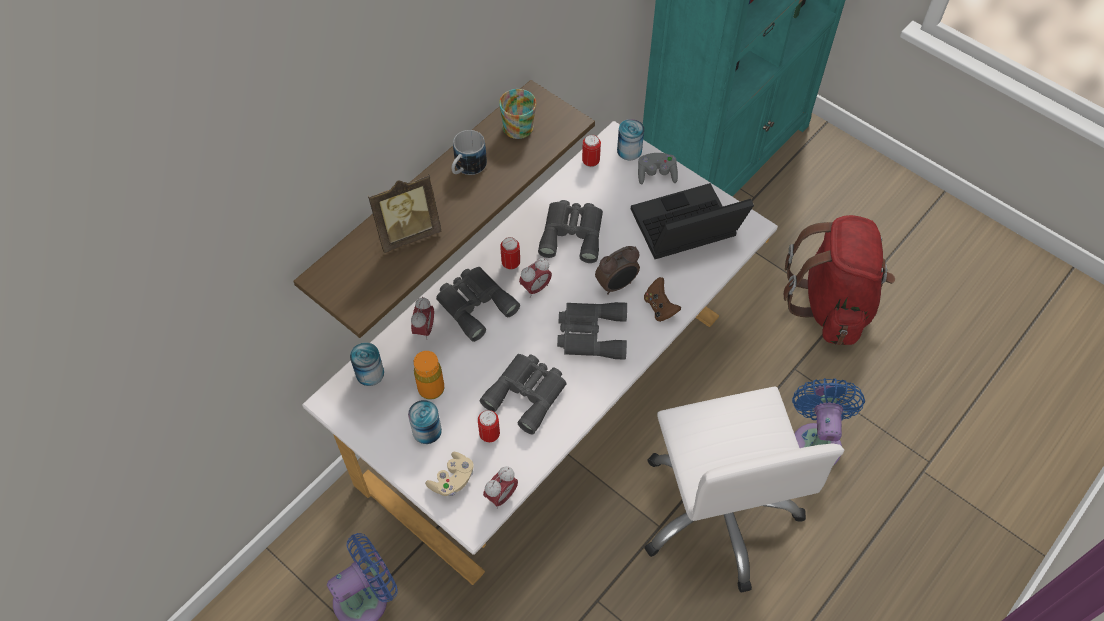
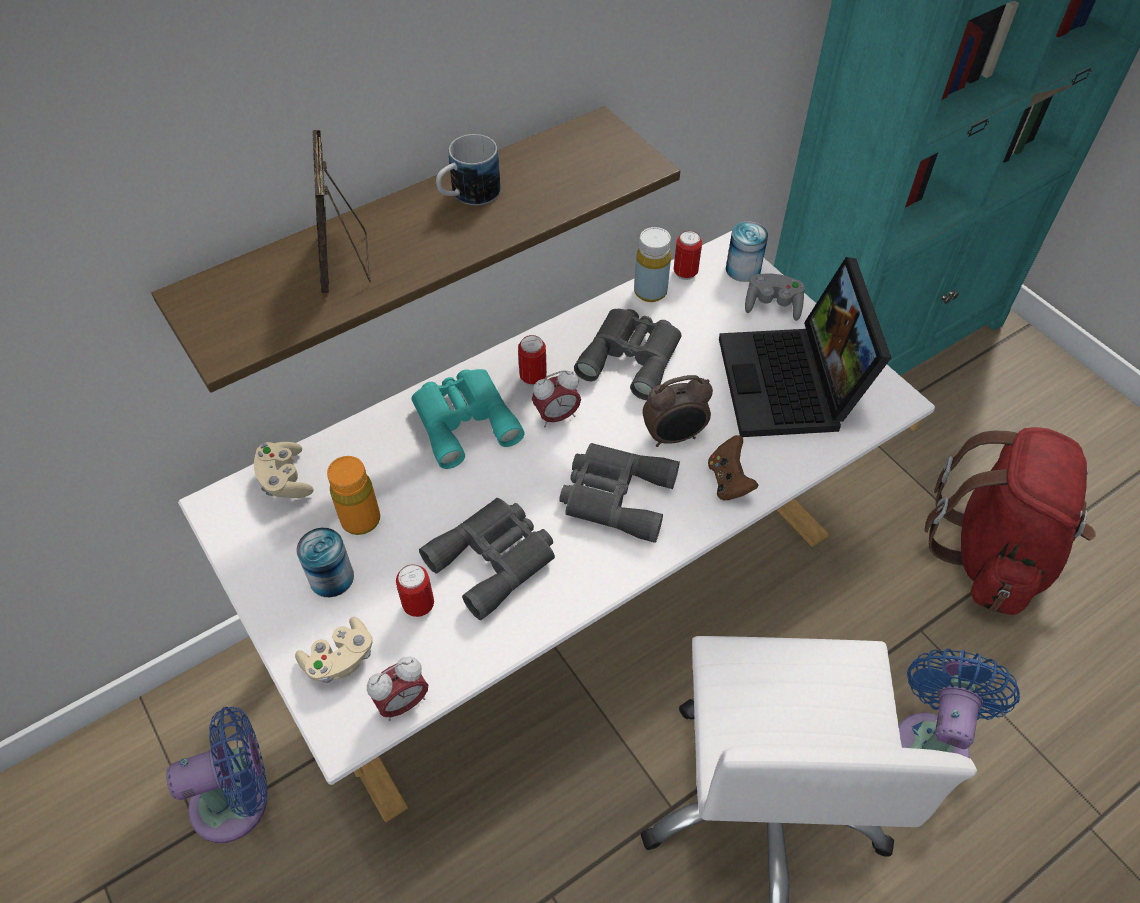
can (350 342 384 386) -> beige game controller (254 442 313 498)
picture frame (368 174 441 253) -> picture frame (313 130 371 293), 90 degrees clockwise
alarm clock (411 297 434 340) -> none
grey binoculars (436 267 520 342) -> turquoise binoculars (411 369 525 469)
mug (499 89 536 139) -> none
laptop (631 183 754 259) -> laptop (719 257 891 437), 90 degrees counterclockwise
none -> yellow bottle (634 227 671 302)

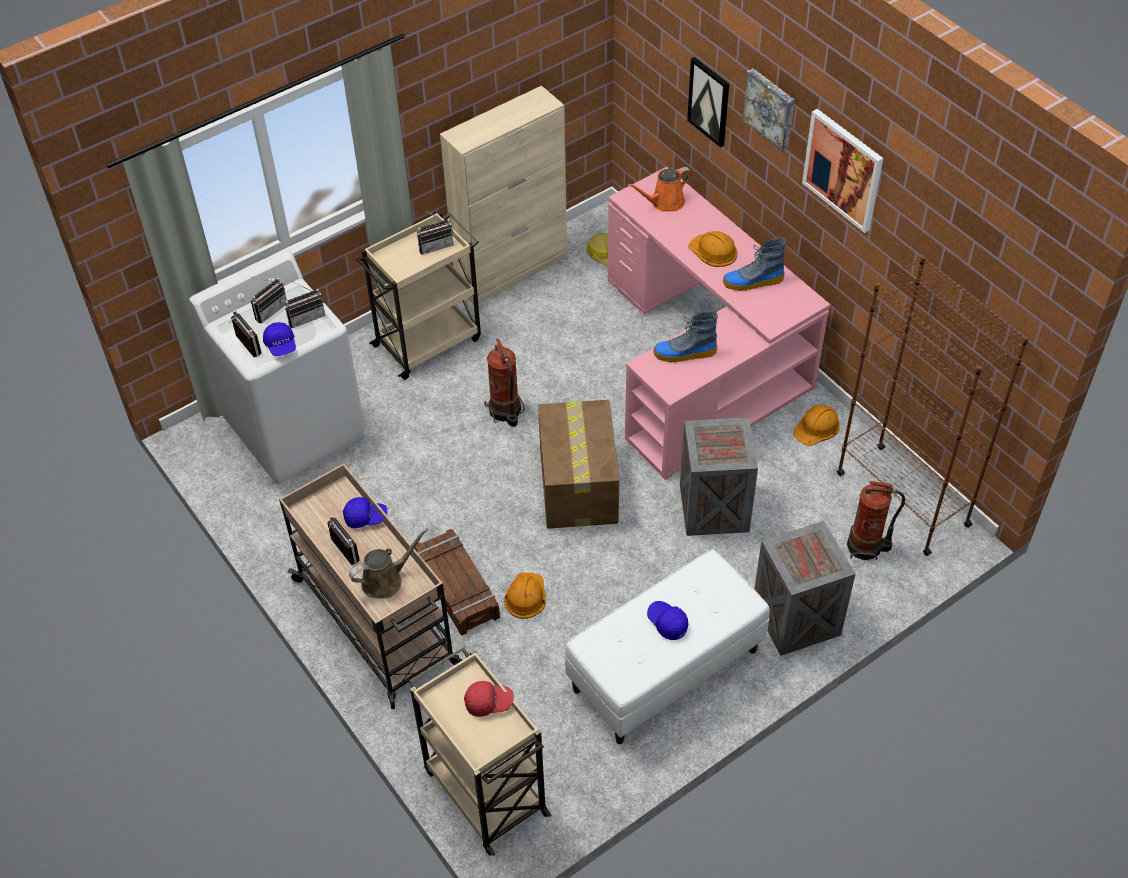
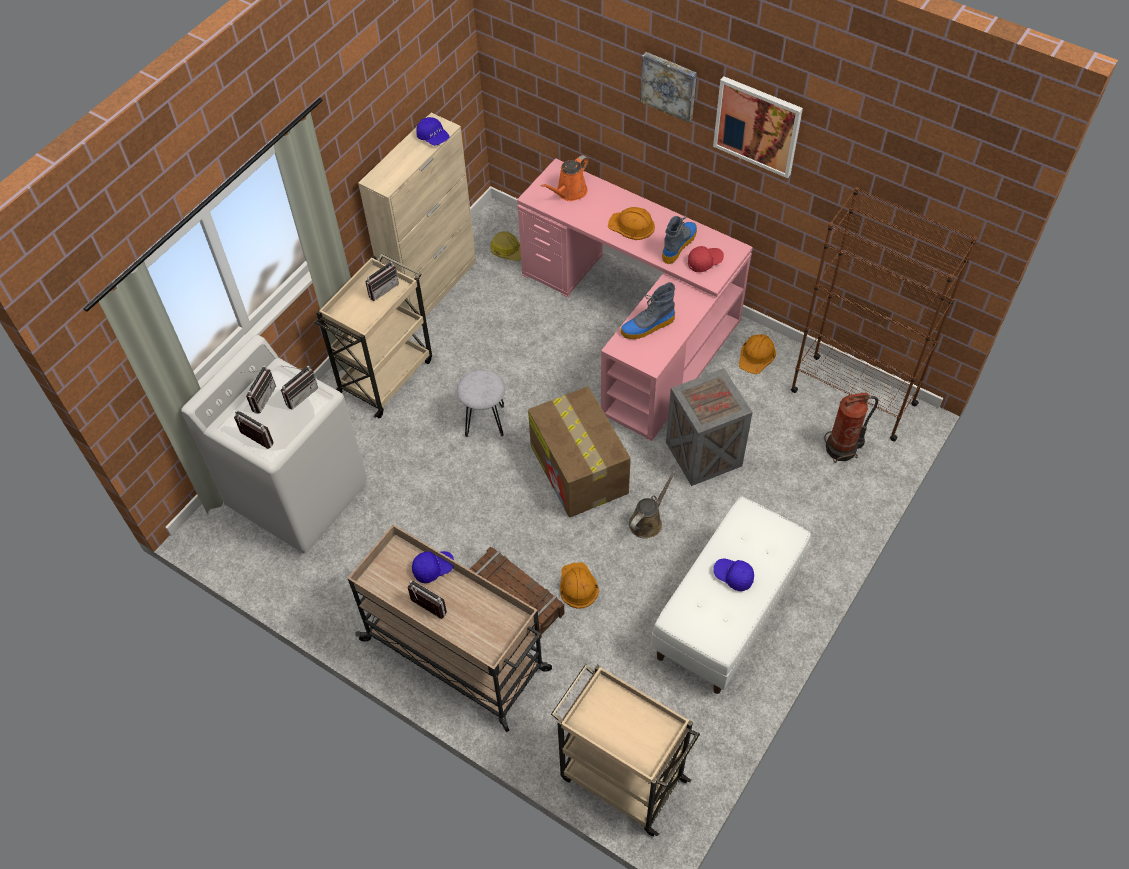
blue cap (263 322 296 356) -> blue cap (416 117 450 146), move
brown watering can (349 528 429 599) -> brown watering can (629 470 676 539), move
red cap (464 681 514 717) -> red cap (688 246 724 272), move
fire extinguisher (484 338 525 427) -> grey stool (457 370 505 437)
picture (687 57 729 148) -> none
boot (723 237 786 291) -> boot (662 216 697 264), 150 degrees clockwise
crate (754 521 855 656) -> none

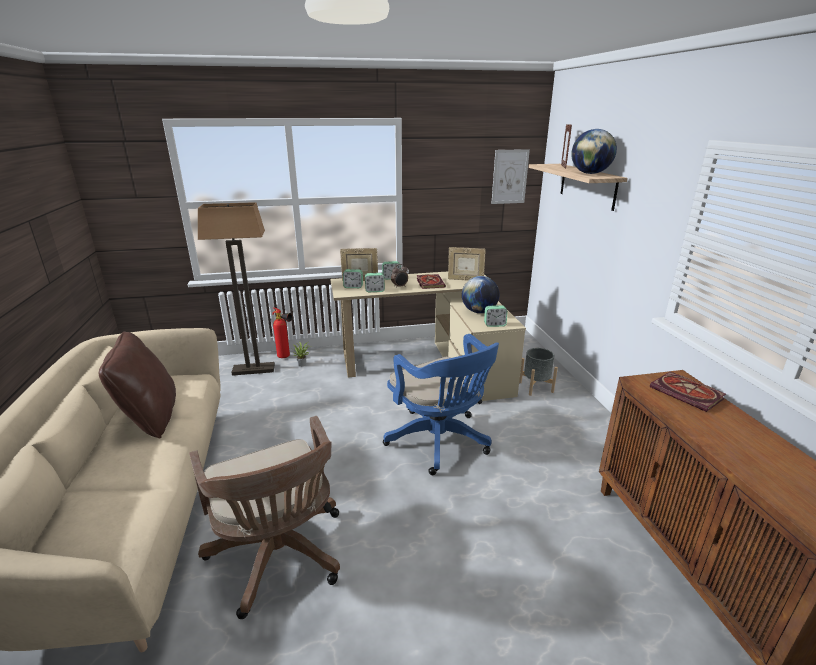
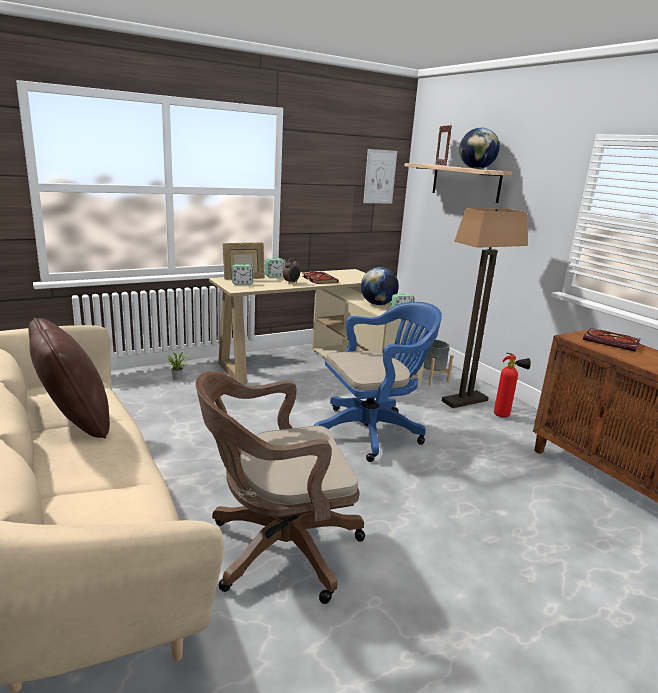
brown office chair (189 416 340 619) -> brown office chair (196 371 365 604), 120 degrees clockwise
floor lamp (198 202 275 376) -> floor lamp (442 208 528 408), move
fire extinguisher (272 308 292 358) -> fire extinguisher (494 353 531 417), move
alarm clock (365 273 385 292) -> none
blue office chair (383 334 499 475) -> blue office chair (314 302 442 462), 60 degrees counterclockwise
picture frame (448 247 486 281) -> none

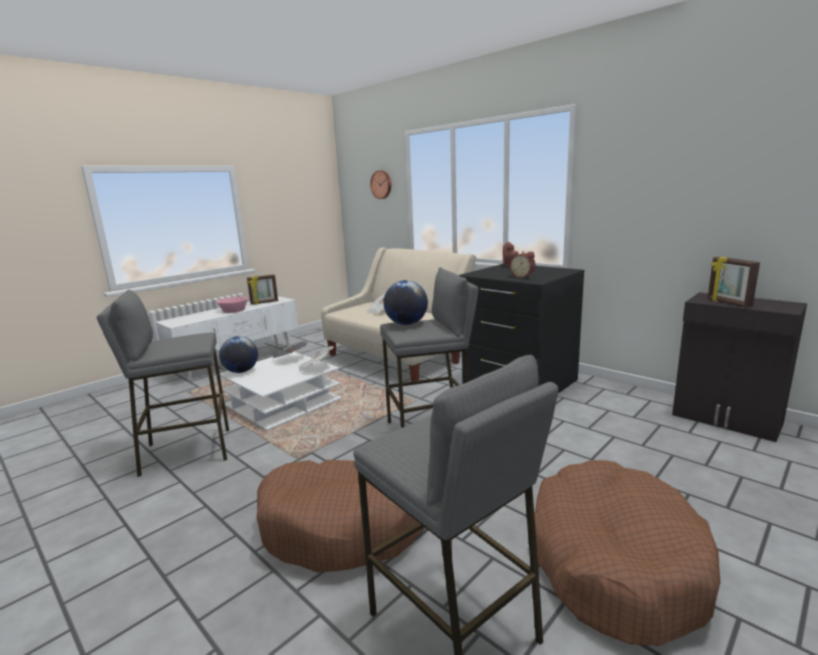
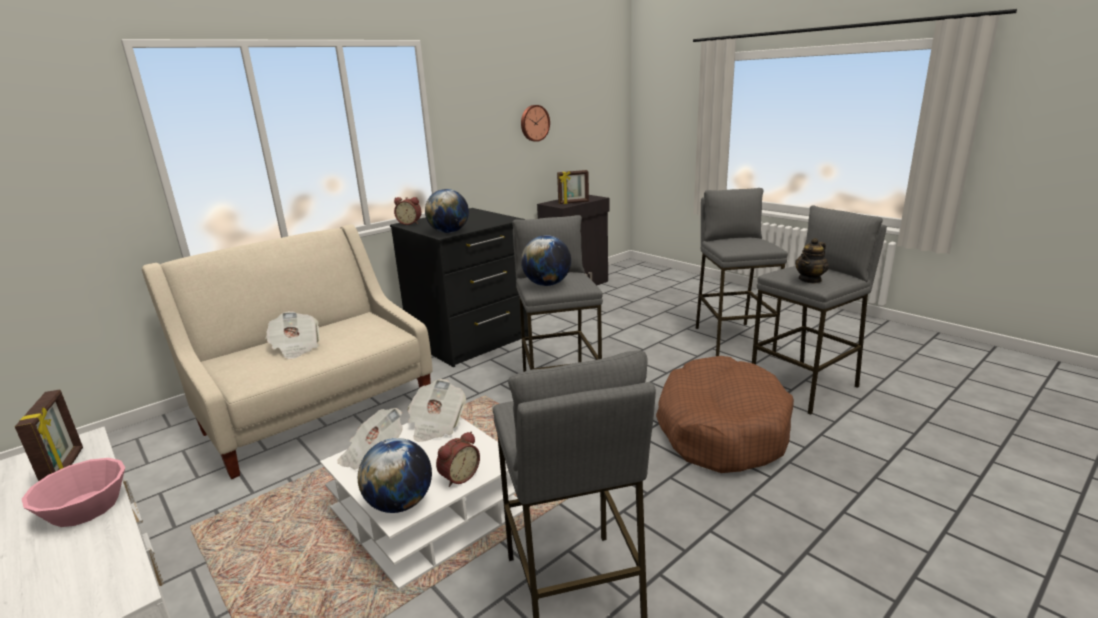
wall clock (370 170 391 199) -> wall clock (521 105 550 142), move
alarm clock (509 251 536 278) -> alarm clock (436 432 480 487), move
brown dog bed (534 460 720 646) -> grey stool (696 188 788 356)
none -> globe (425 189 469 233)
none -> teapot (795 238 829 284)

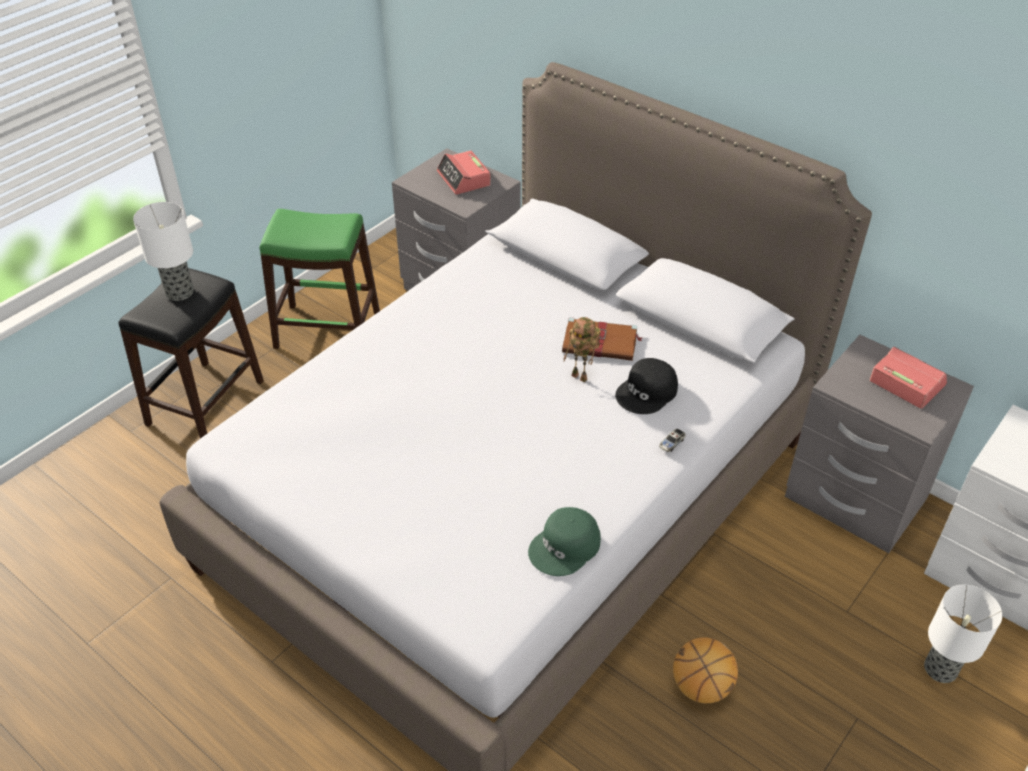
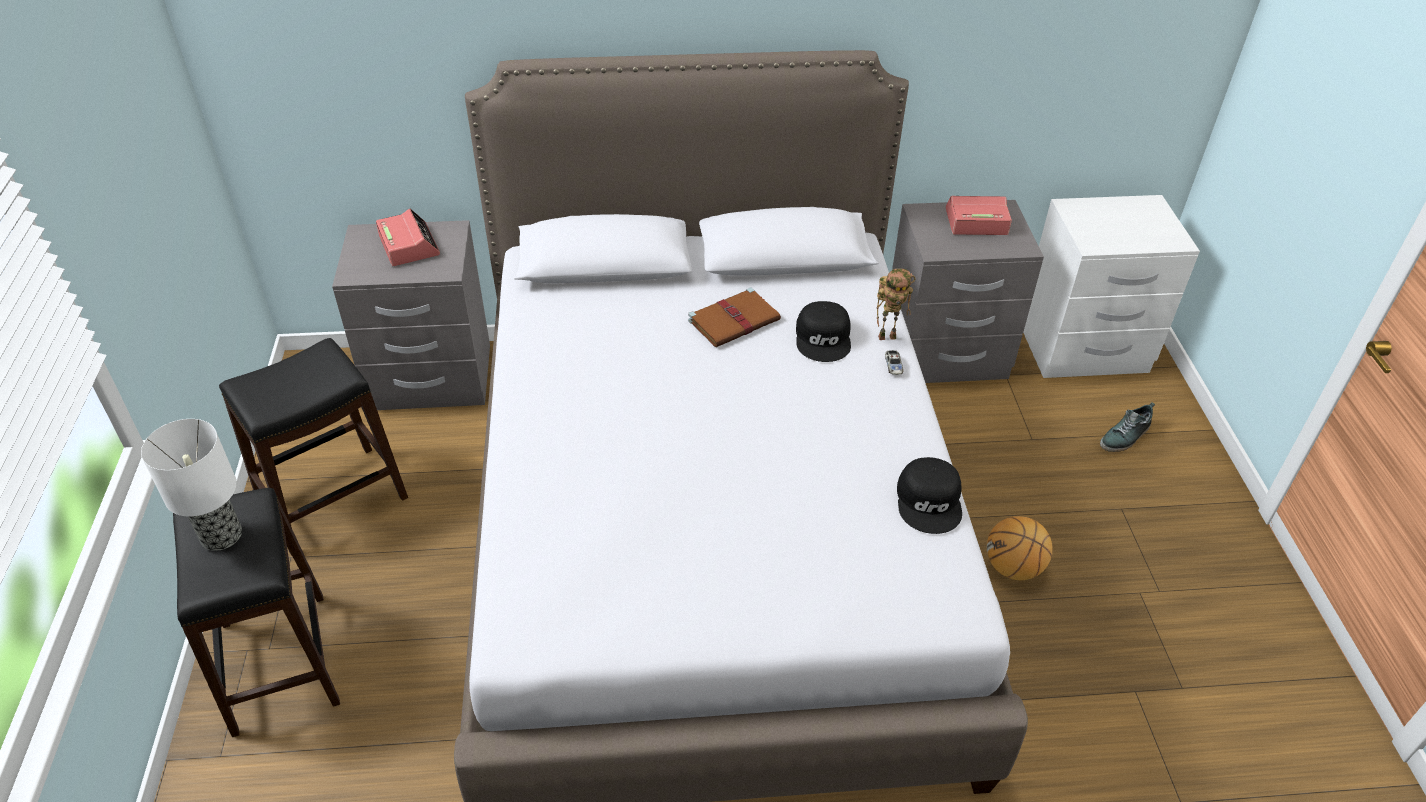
green stool (259 209 380 349) -> black stool (219 338 408 556)
alarm clock (437 150 491 195) -> alarm clock (376 208 440 266), 135 degrees counterclockwise
green cap (528 507 601 576) -> black cap (897 457 962 534)
toy robot (563 317 600 382) -> toy robot (876 269 915 340), move
table lamp (924 585 1003 683) -> shoe (1100 402 1155 452)

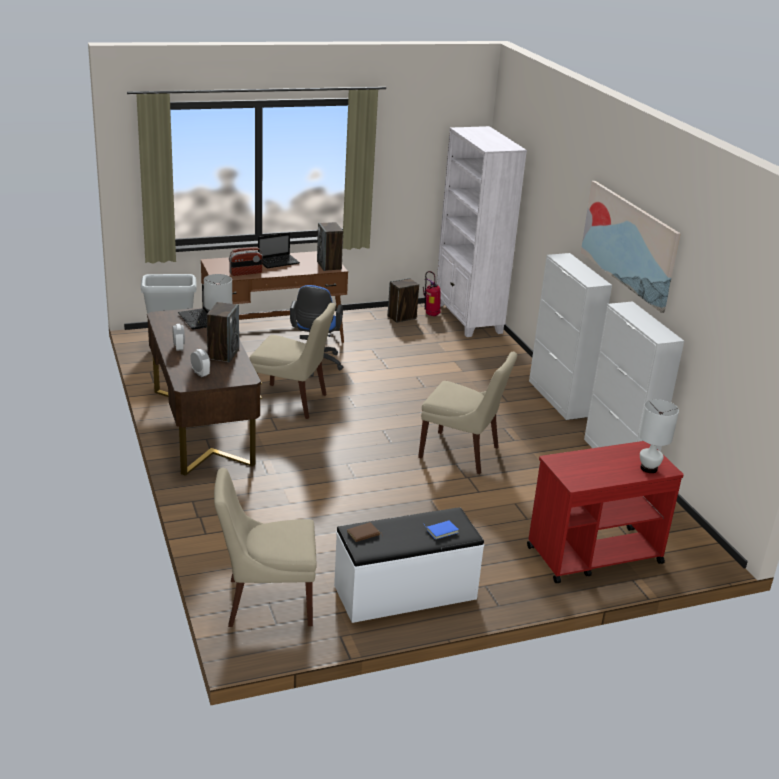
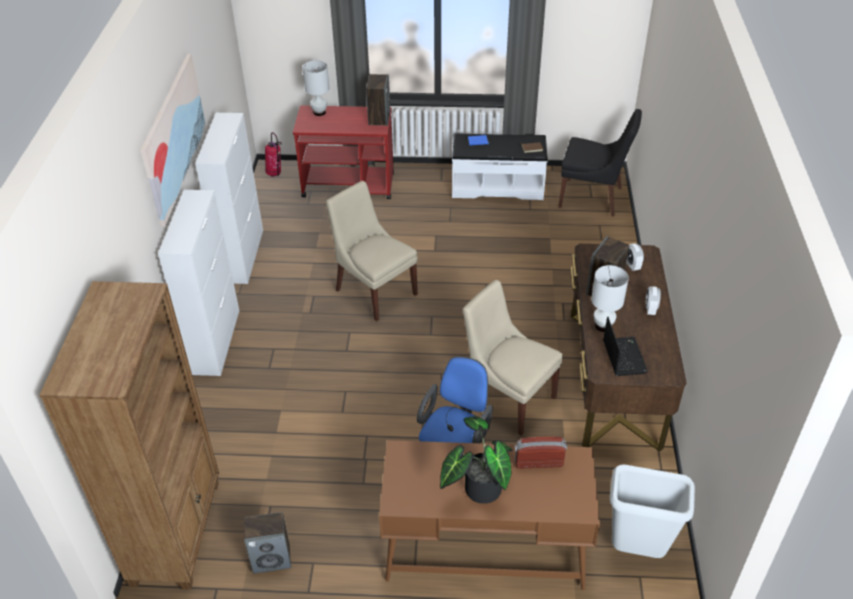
beige chair (214 468 317 627) -> black chair (558 109 642 217)
laptop (258 232 300 268) -> potted plant (440 416 513 504)
speaker (317 222 343 271) -> speaker (366 74 390 126), move
fire extinguisher (423 271 441 316) -> fire extinguisher (265 132 282 177), move
white bookcase (436 126 527 337) -> brown bookcase (39 281 219 590)

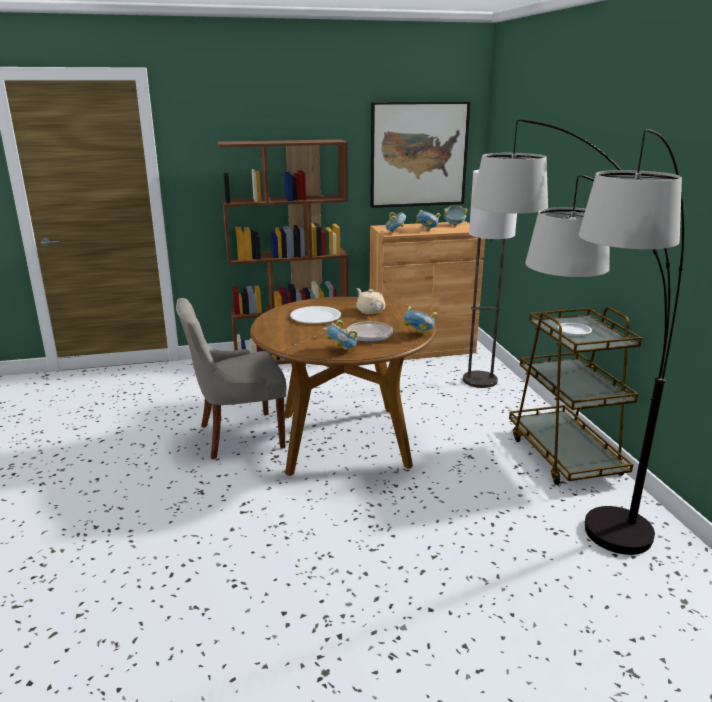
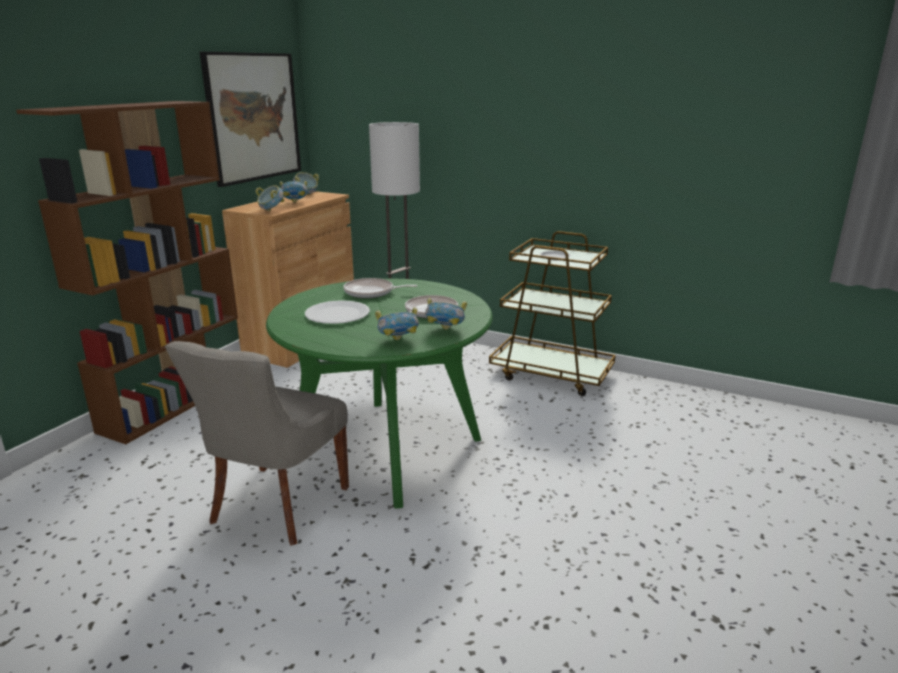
brown dining table (250 297 436 476) -> green dining table (266 279 493 509)
beige teapot (356 288 385 314) -> frying pan (343 278 417 298)
bowl (404 306 437 333) -> bowl (375 307 419 340), move
floor lamp (472 119 684 555) -> none

